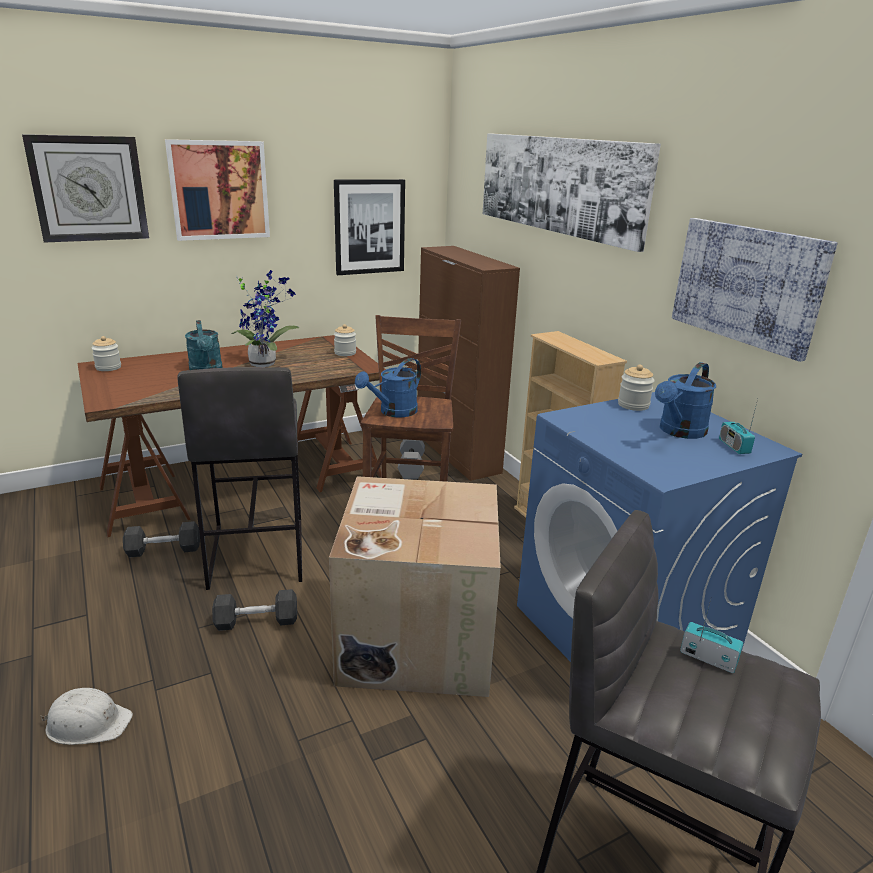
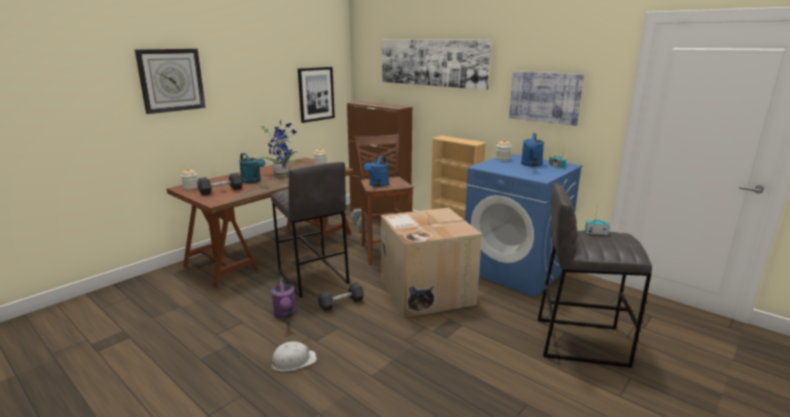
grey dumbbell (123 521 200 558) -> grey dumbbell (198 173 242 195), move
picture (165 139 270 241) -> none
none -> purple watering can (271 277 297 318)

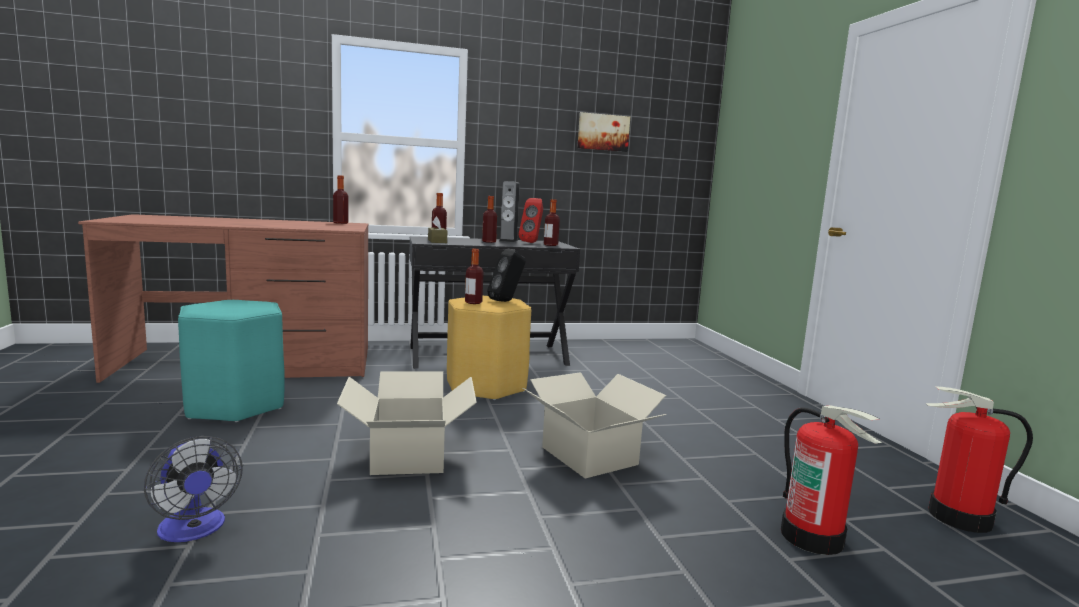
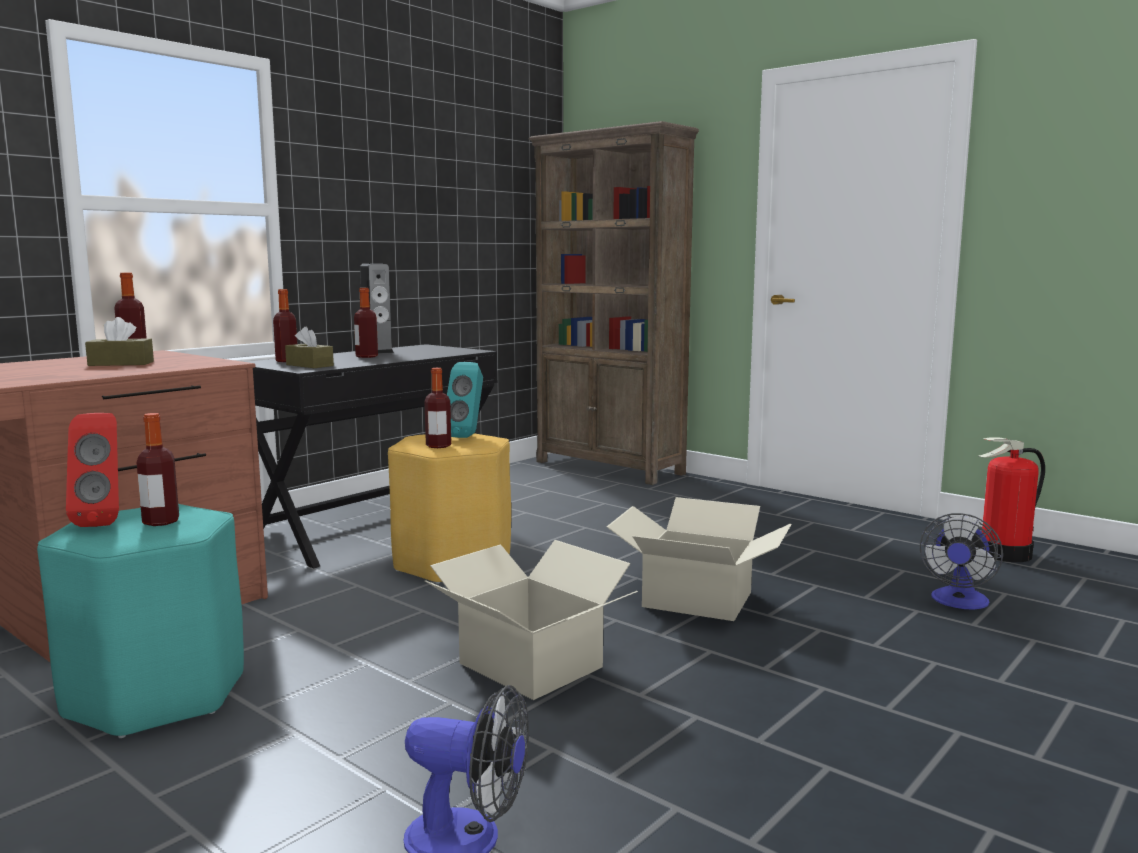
black speaker (487 249 526 302) -> turquoise speaker (447 362 483 438)
red speaker (519 198 543 243) -> red speaker (66 413 119 527), move
bottle (544 199 560 246) -> bottle (136 413 179 526), move
picture (577 112 630 152) -> none
fire extinguisher (781 405 882 555) -> fan (920 513 1003 609)
none -> brown tissue box (85 317 154 366)
none -> brown bookcase (529 121 699 485)

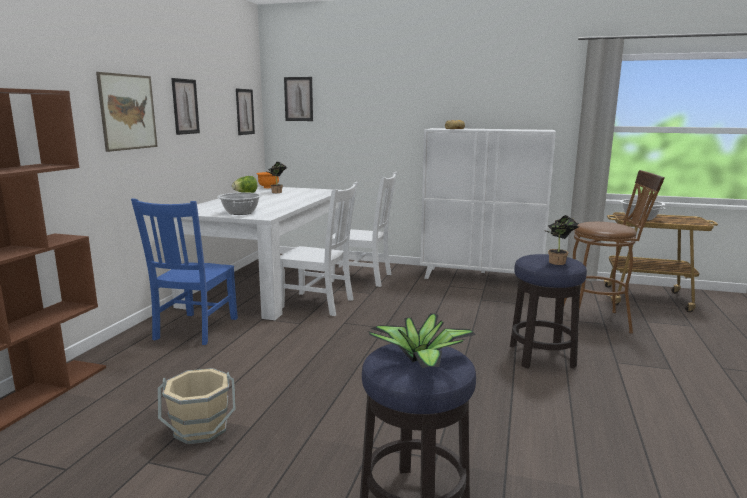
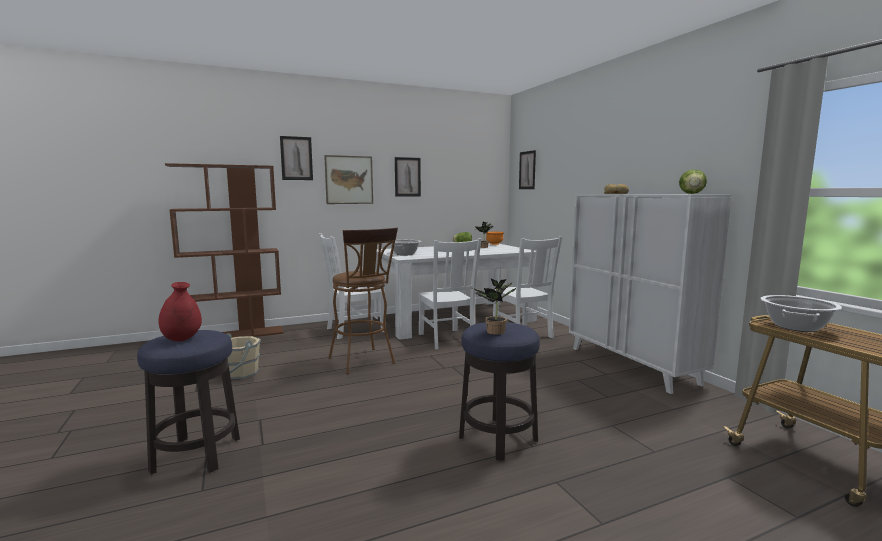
blue chair (131 198 238 345) -> white chair (319 233 385 339)
picture (236 89 255 135) -> picture (280 136 313 180), move
potted plant (368 313 476 368) -> red vase (158 282 202 341)
brown stool (564 170 665 334) -> brown stool (328 228 398 374), move
none -> lettuce (679 169 707 194)

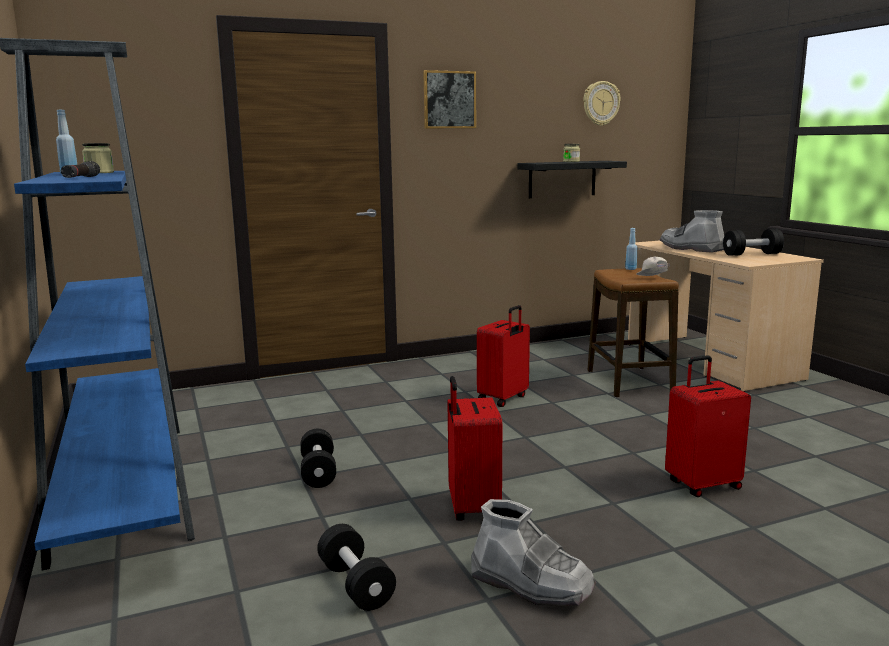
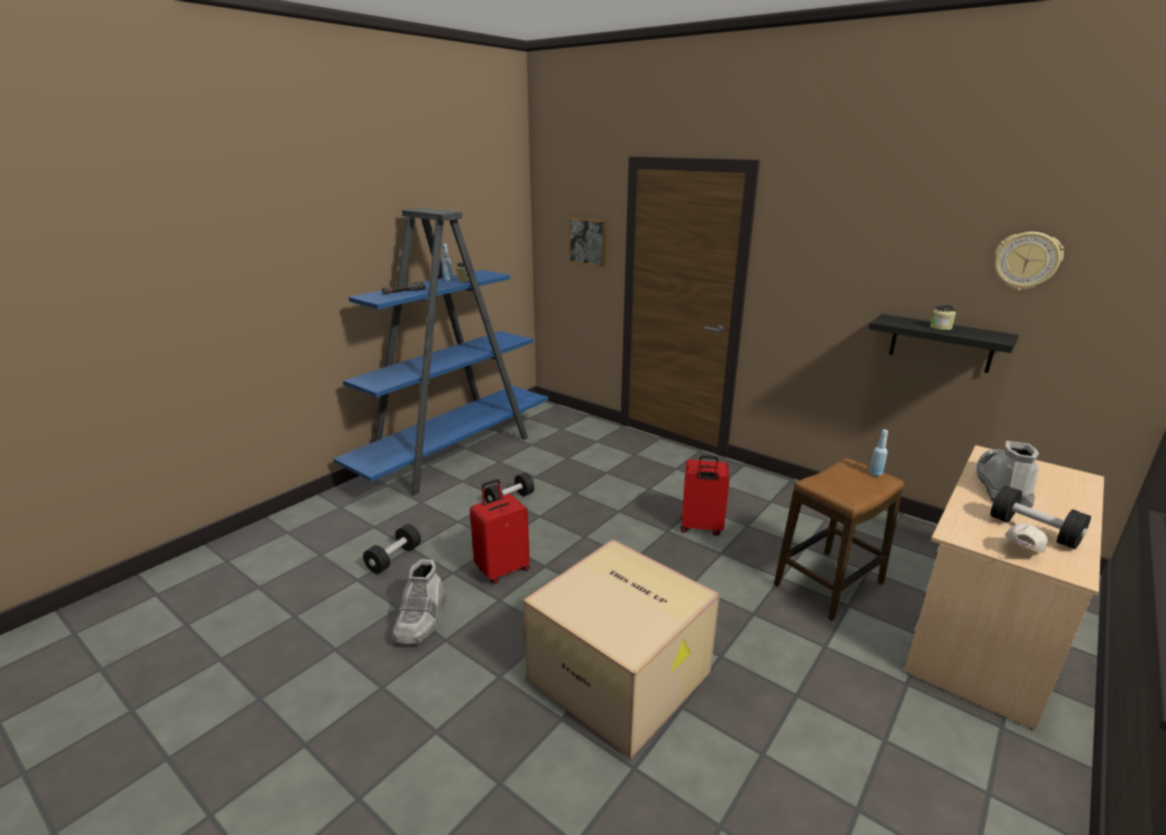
picture (423 70 476 129) -> picture (569 217 606 267), move
white cap (636 257 670 276) -> white cap (1004 523 1048 553), move
red suitcase (665 355 751 497) -> cardboard box (523 539 720 759)

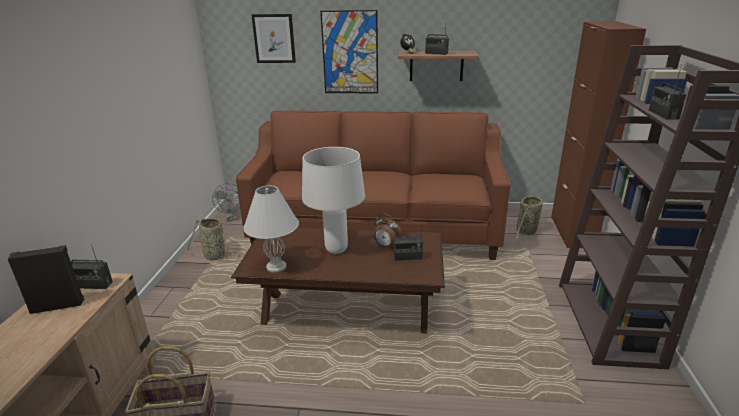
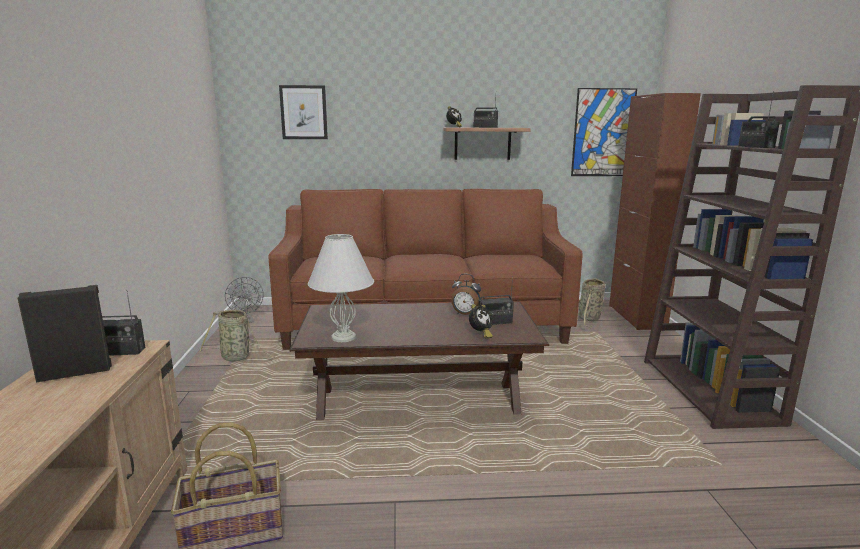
white table lamp (302 147 365 254) -> none
picture (320 10 378 93) -> picture (571 88 637 176), move
none -> alarm clock (469 304 493 339)

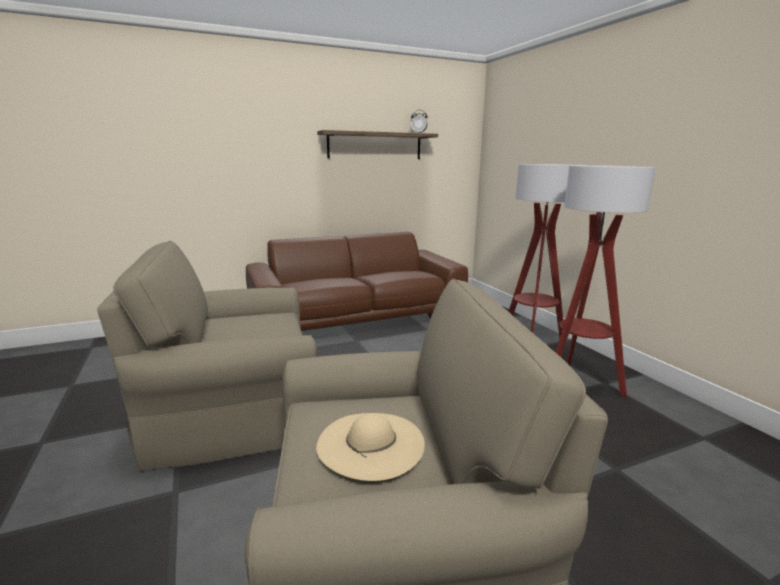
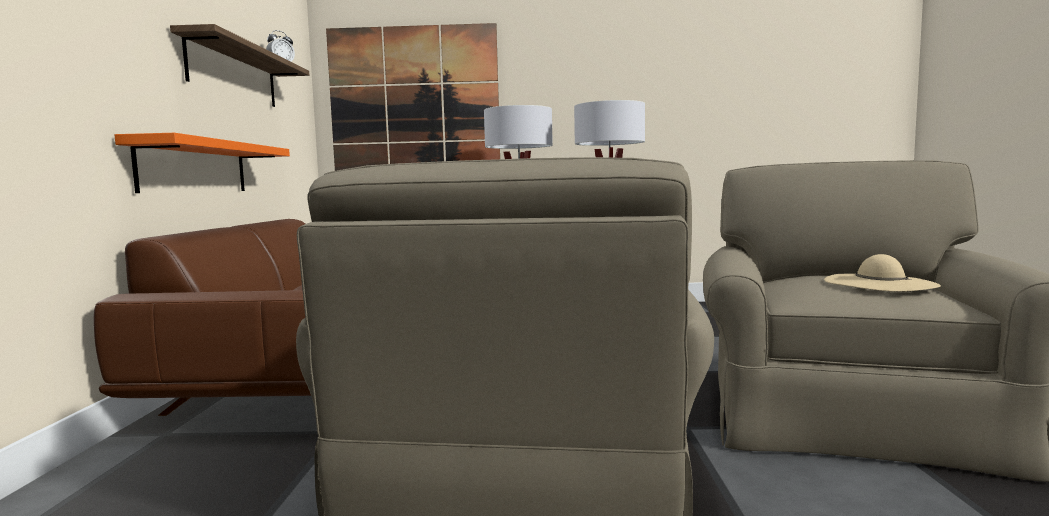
none -> orange shelf (114 133 290 193)
none -> picture (326 23 500 171)

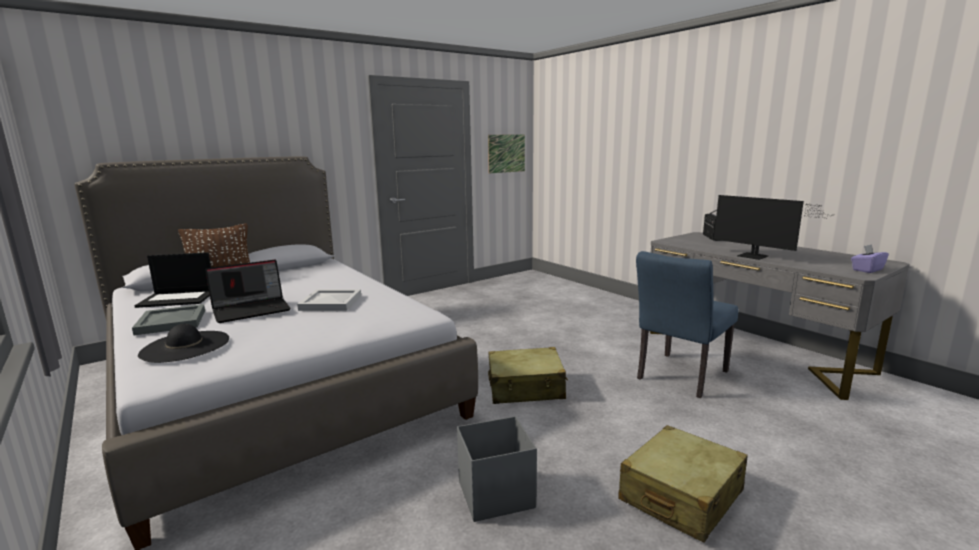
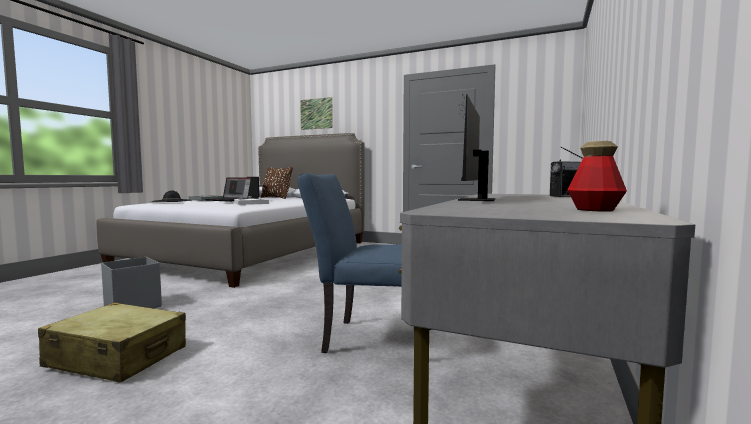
picture (488 134 525 173) -> picture (300 97 333 130), move
beige suitcase (488 347 568 404) -> none
purple tissue box (851 244 889 273) -> none
none -> bottle (567 141 627 212)

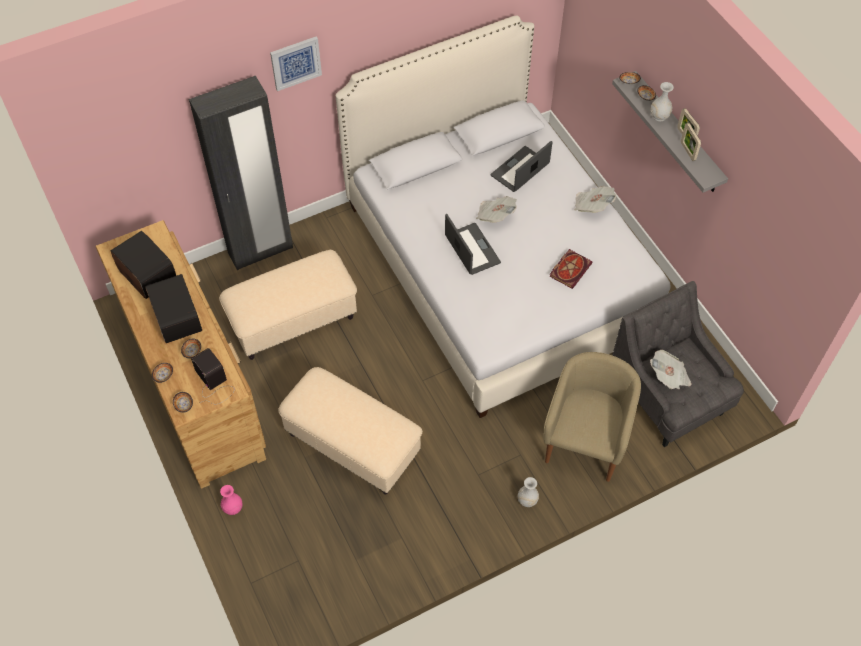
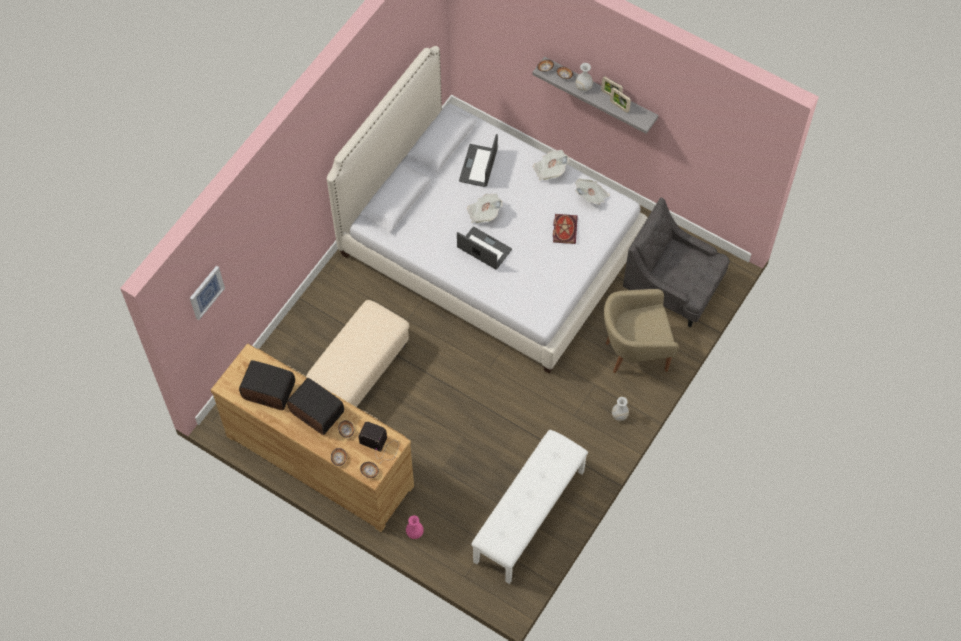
black wardrobe (189 76 293 270) -> none
picture (270 36 322 91) -> picture (190 266 225 320), move
beige ottoman (278 367 422 495) -> none
beige armchair (544 352 641 482) -> beige armchair (604 289 679 373), 90 degrees counterclockwise
newspaper (650 350 692 389) -> newspaper (575 179 610 205), move
none -> white bench (471 430 588 584)

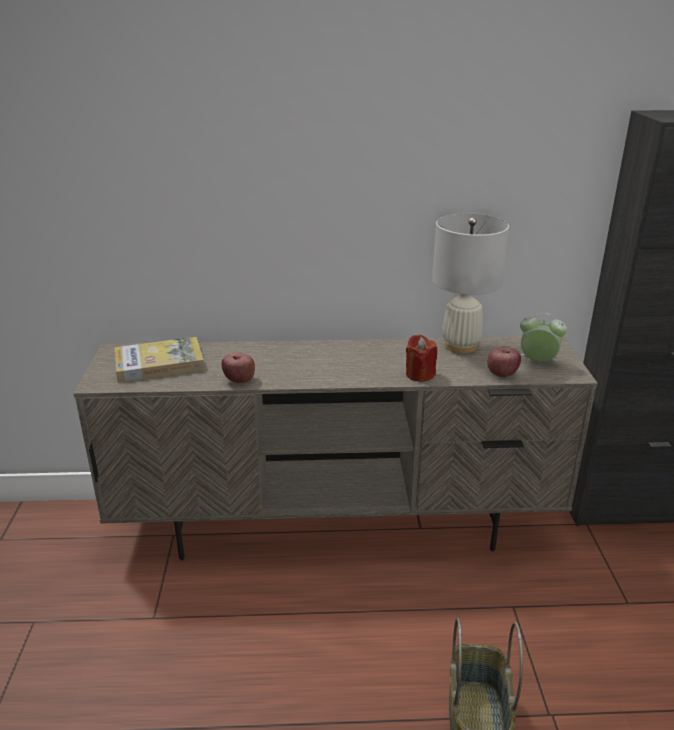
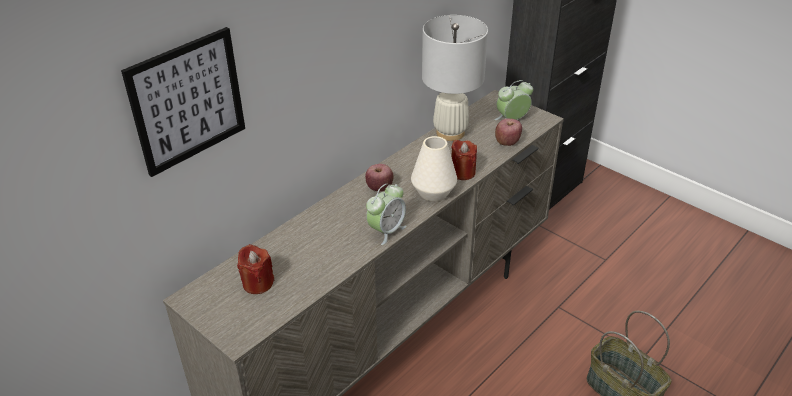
book (115 337 204 382) -> red candle (237 244 274 294)
apple (222 353 255 383) -> apple (365 164 394 192), move
none -> picture (121 27 245 177)
none -> alarm clock (366 184 407 245)
none -> white vase (411 136 457 201)

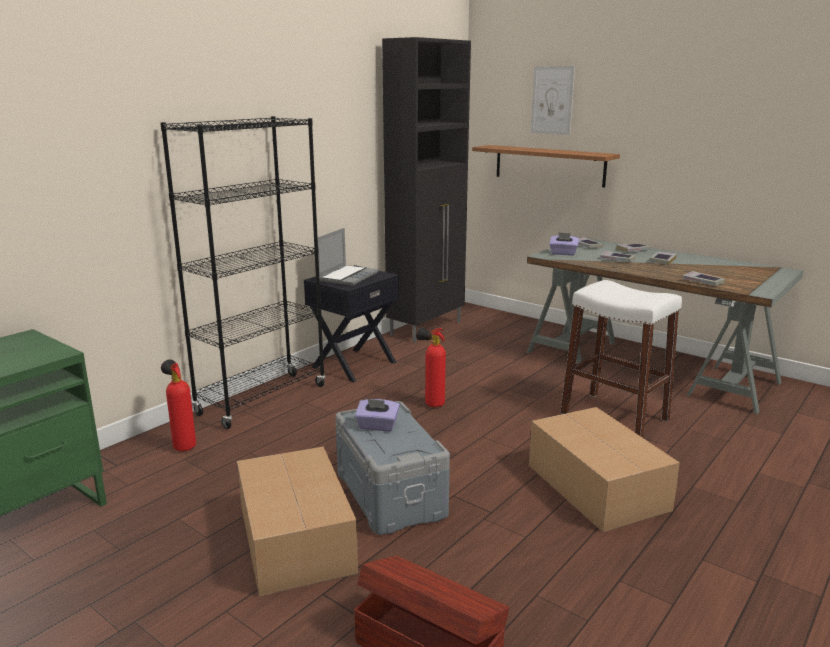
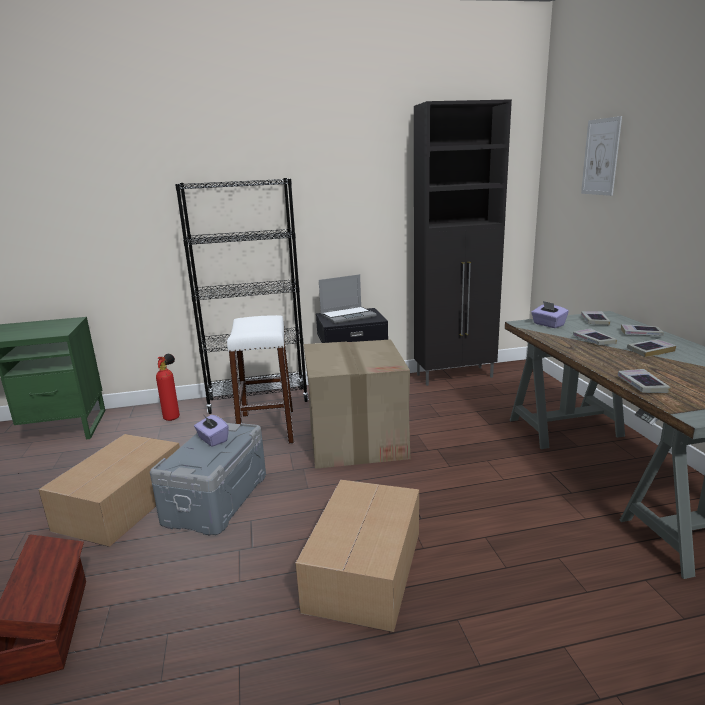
fire extinguisher (416 327 446 407) -> cardboard box (304 340 410 469)
shelf (472 145 620 187) -> none
white stool (560 280 682 438) -> white stool (227 315 294 444), move

